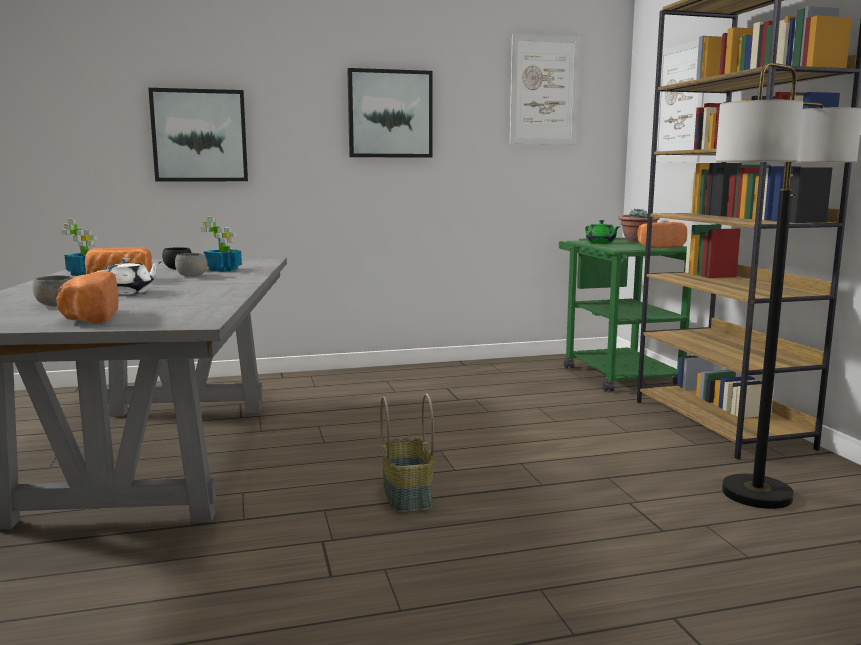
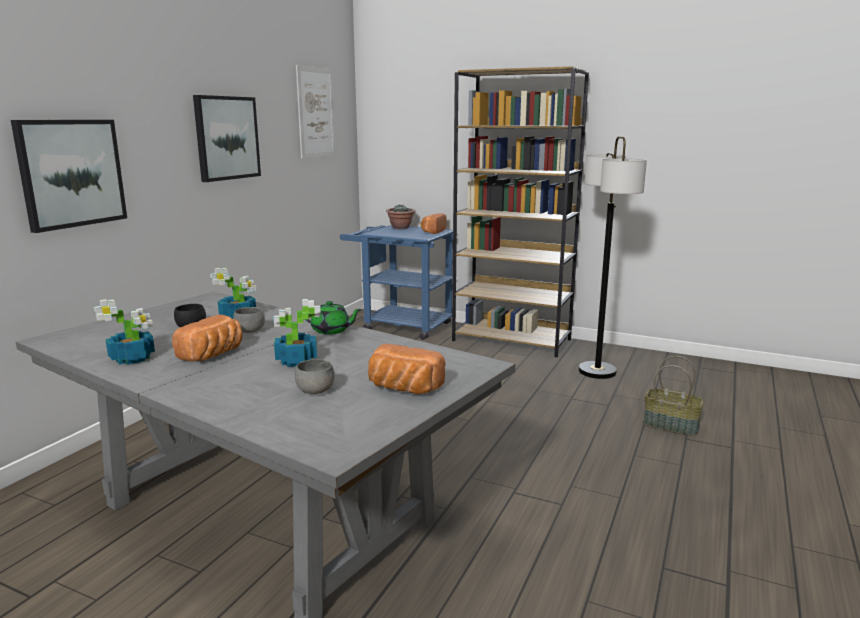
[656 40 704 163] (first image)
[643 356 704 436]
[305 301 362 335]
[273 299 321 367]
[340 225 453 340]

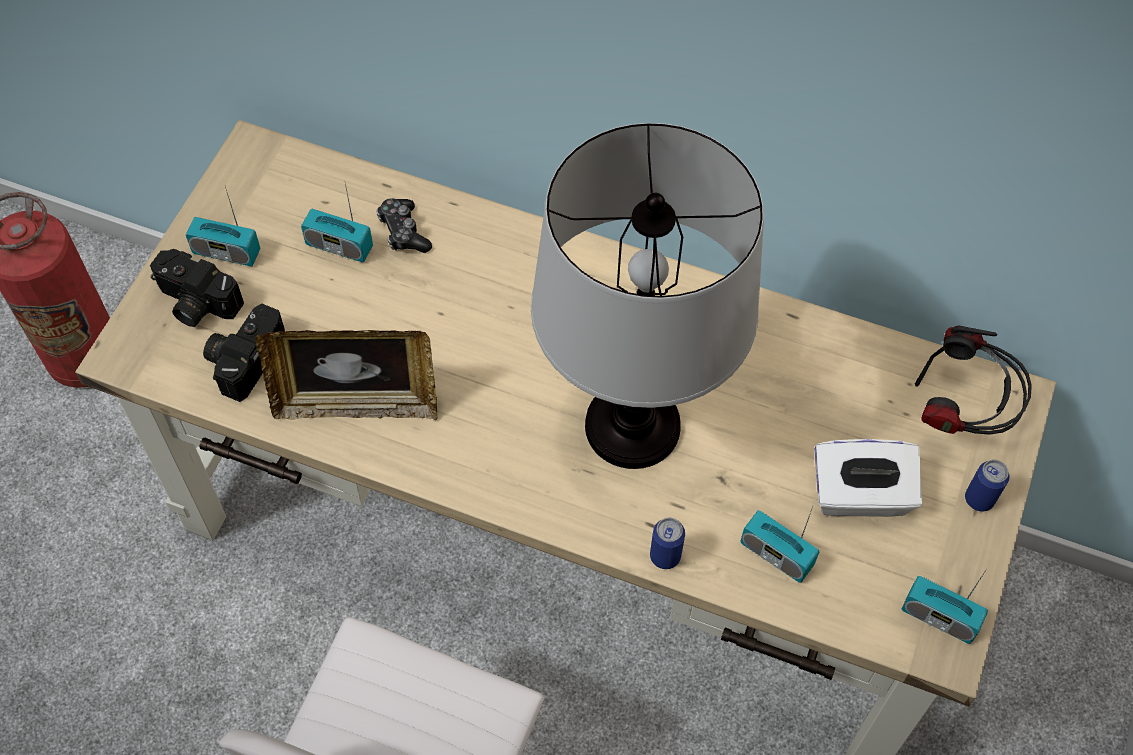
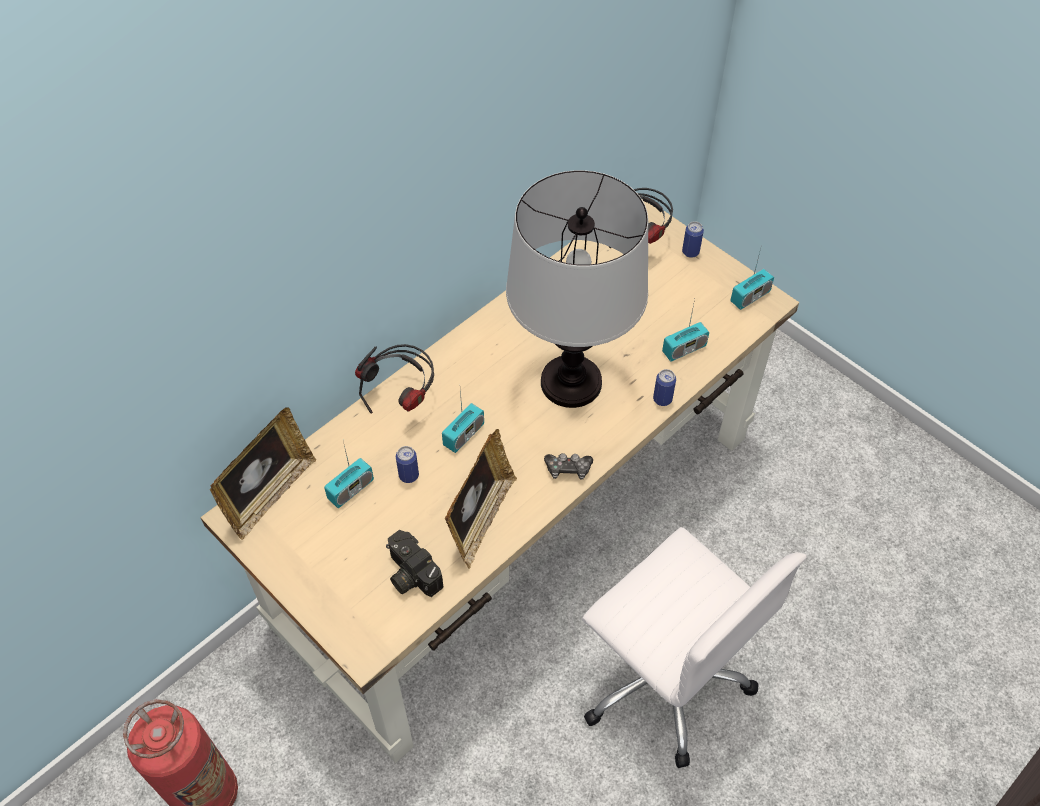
[150 249 244 327] (first image)
[814 439 922 517] (first image)
[210 407 316 540]
[355 344 434 414]
[396 446 419 483]
[442 390 484 453]
[544 453 593 480]

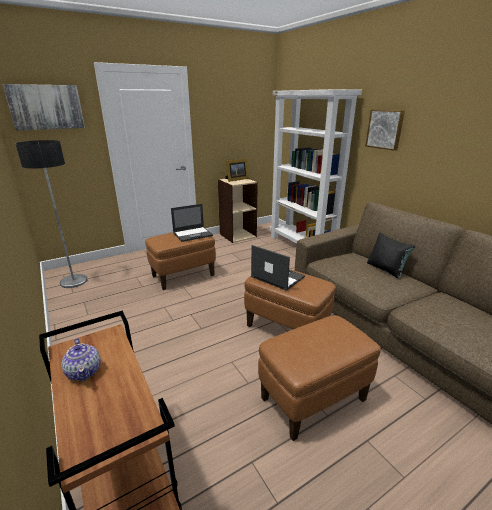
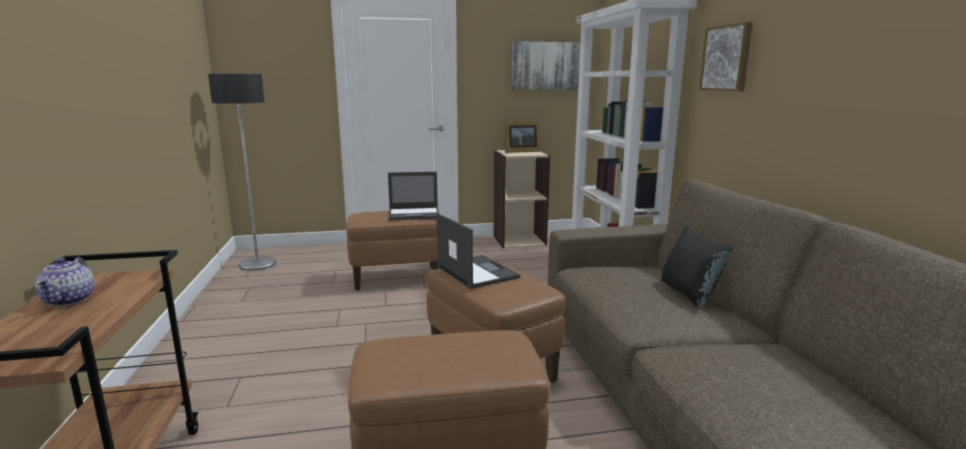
[511 41 580 90]

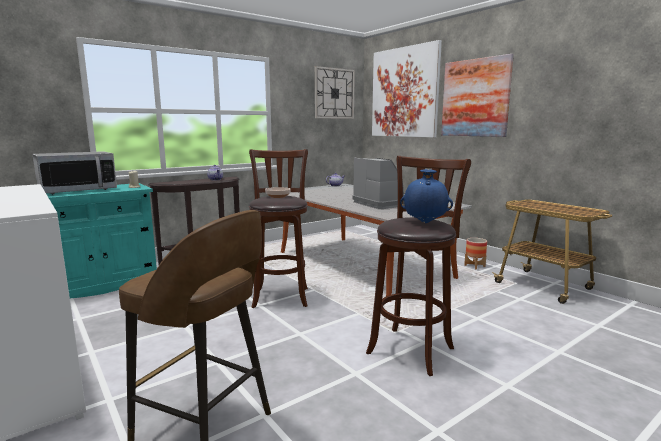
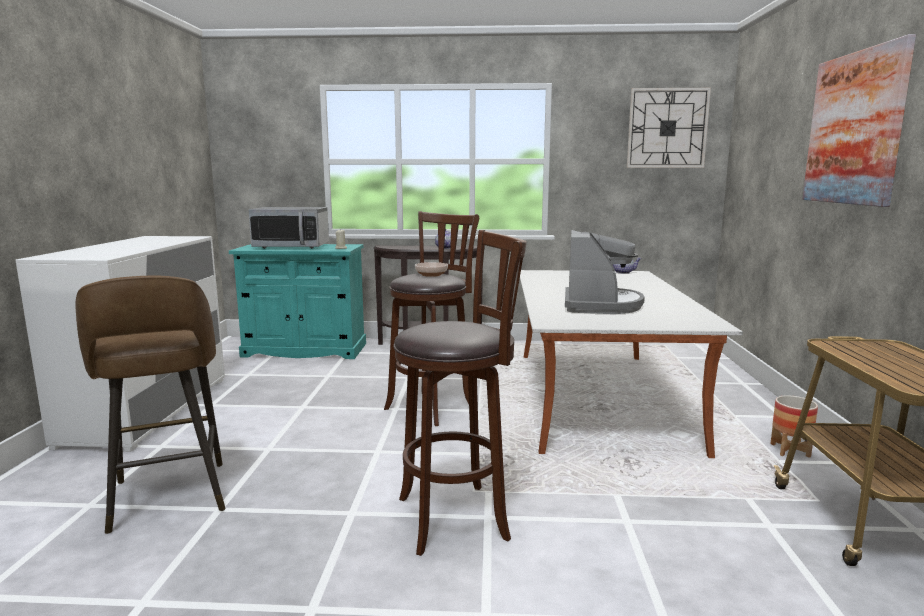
[372 40 442 137] (first image)
[400 169 453 223] (first image)

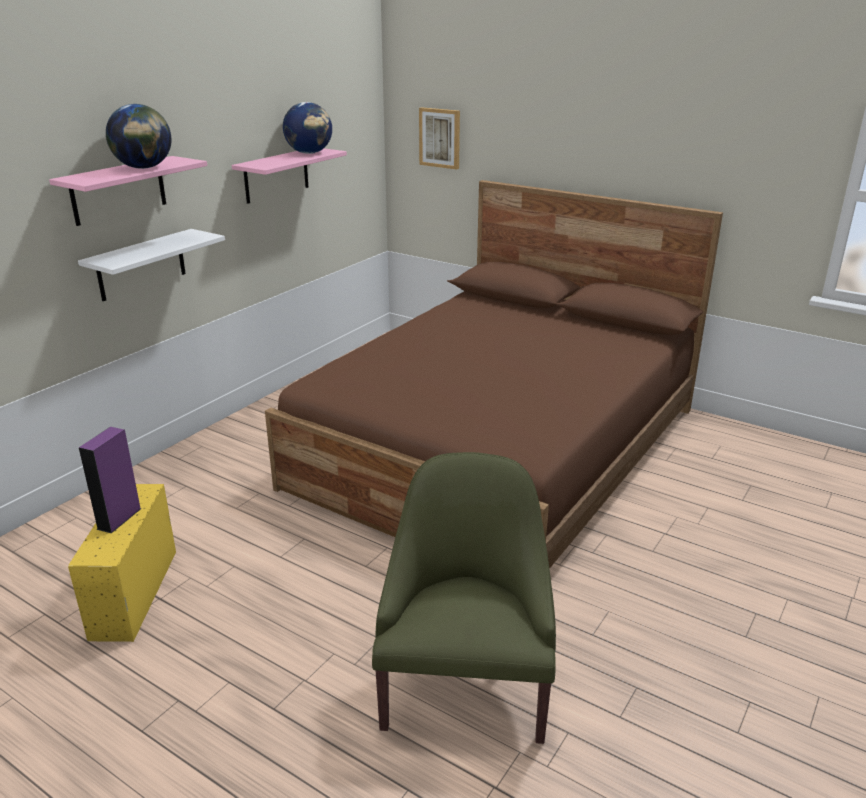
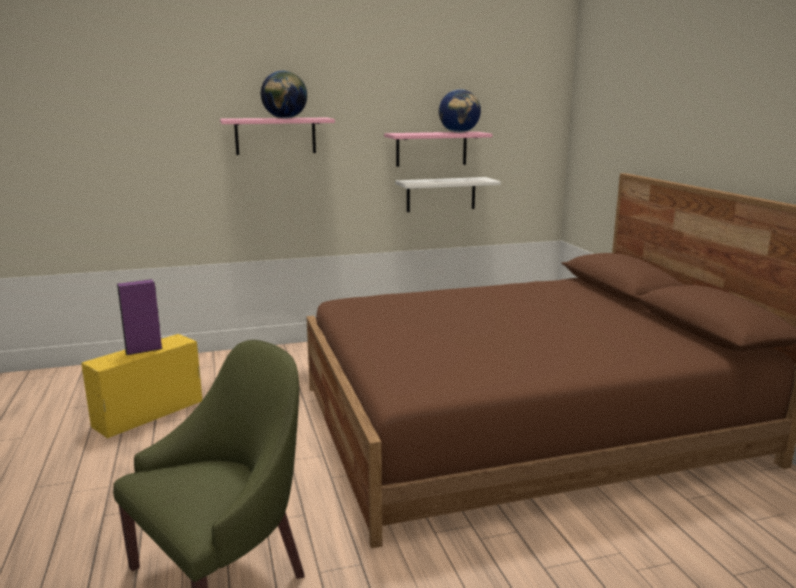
[419 107 460 170] (first image)
[395 177 501 212]

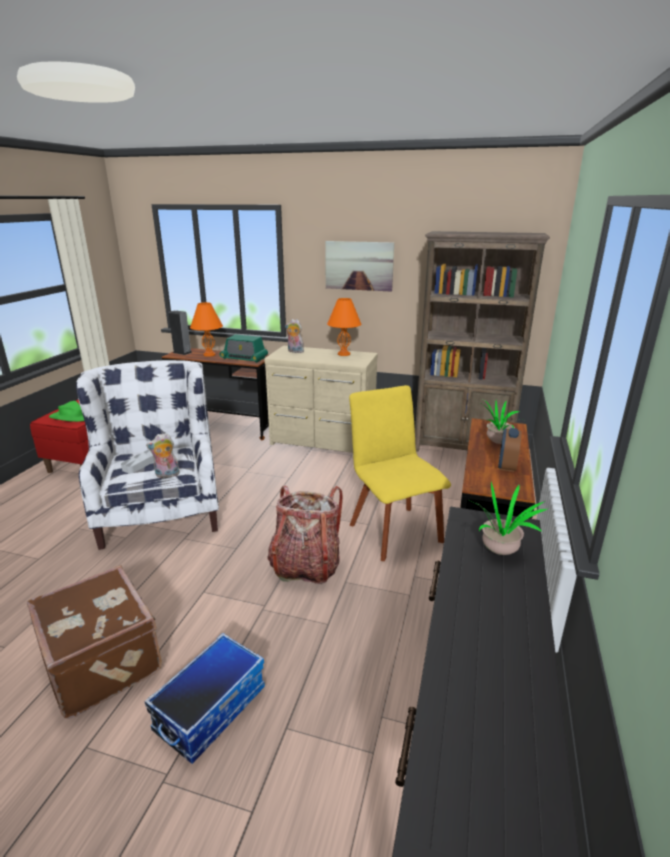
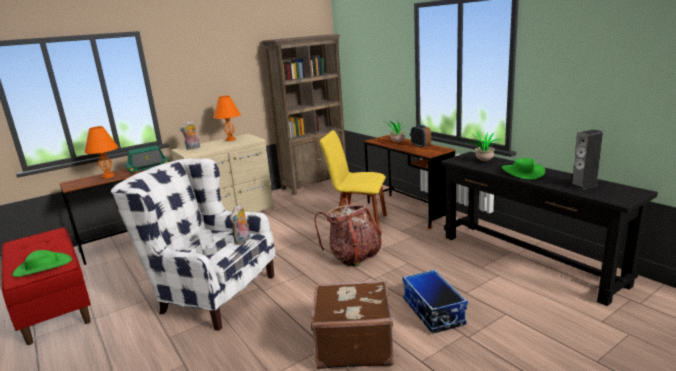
[325 241 394 292] (first image)
[502 158 545 180]
[570 130 603 190]

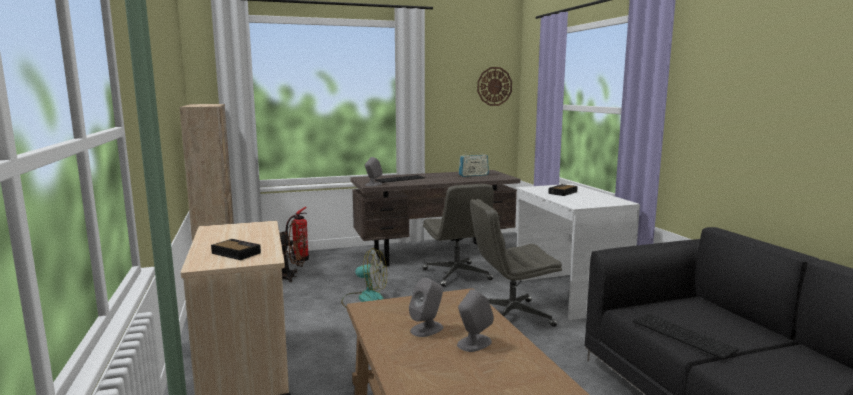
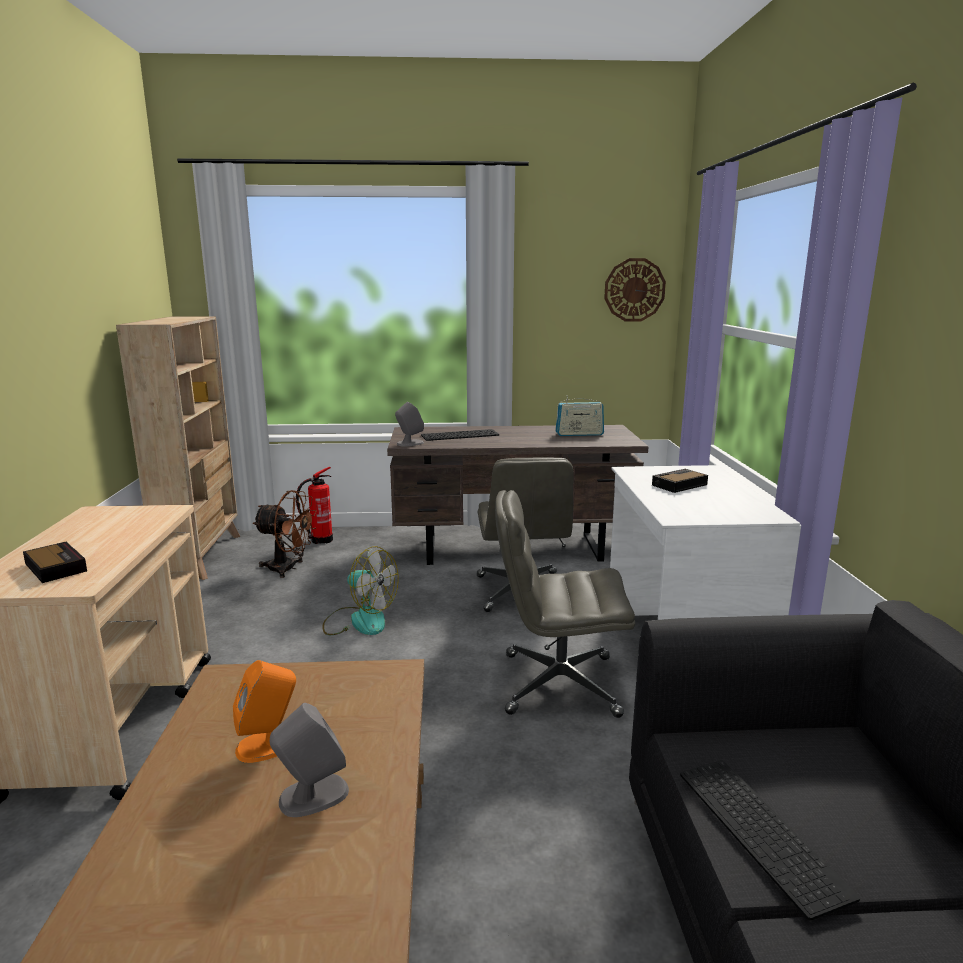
[233 660 296 763]

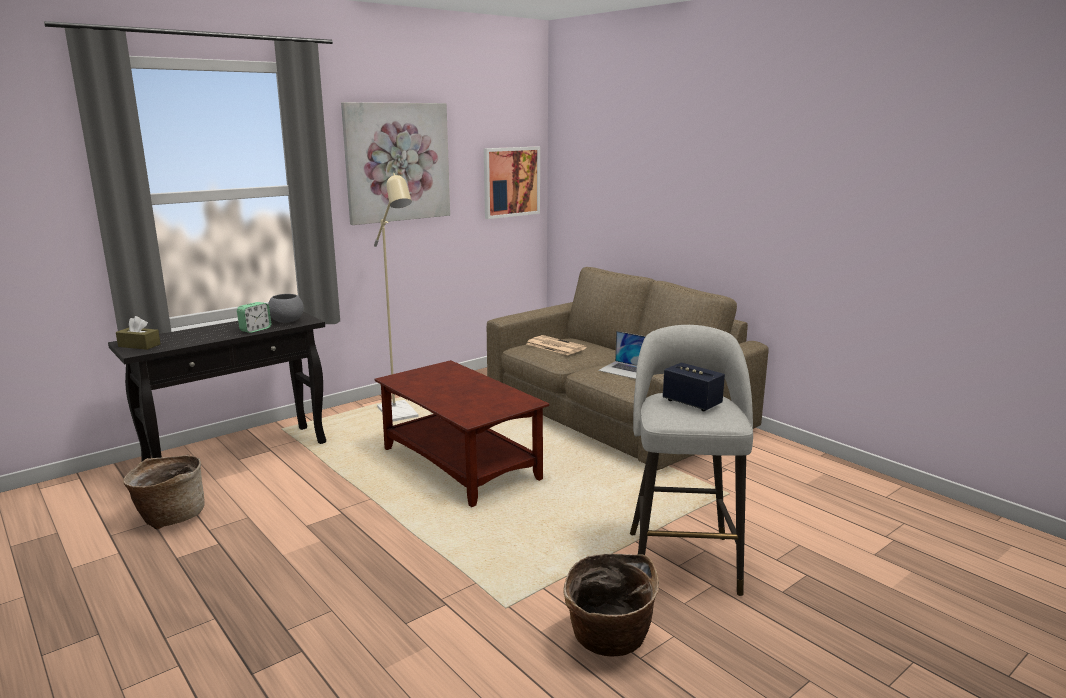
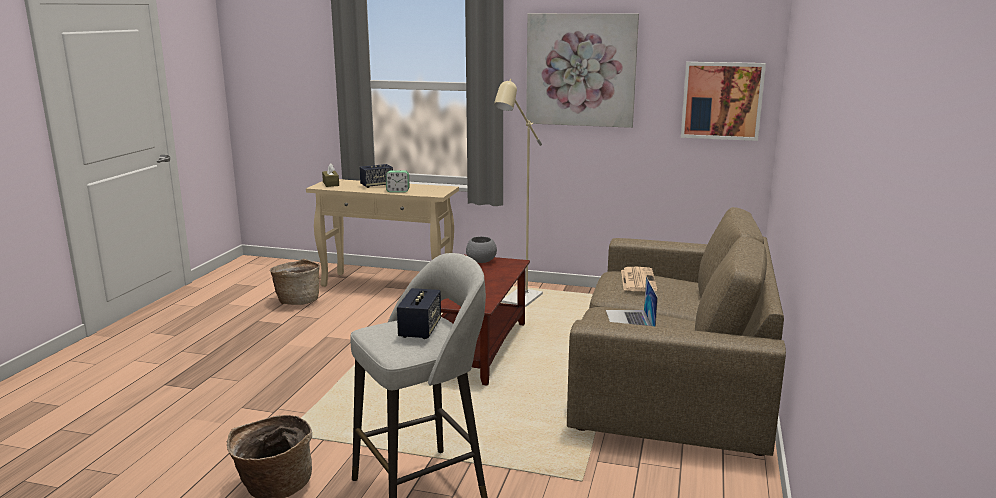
[359 164 393 188]
[466 236 497 263]
[306 179 459 287]

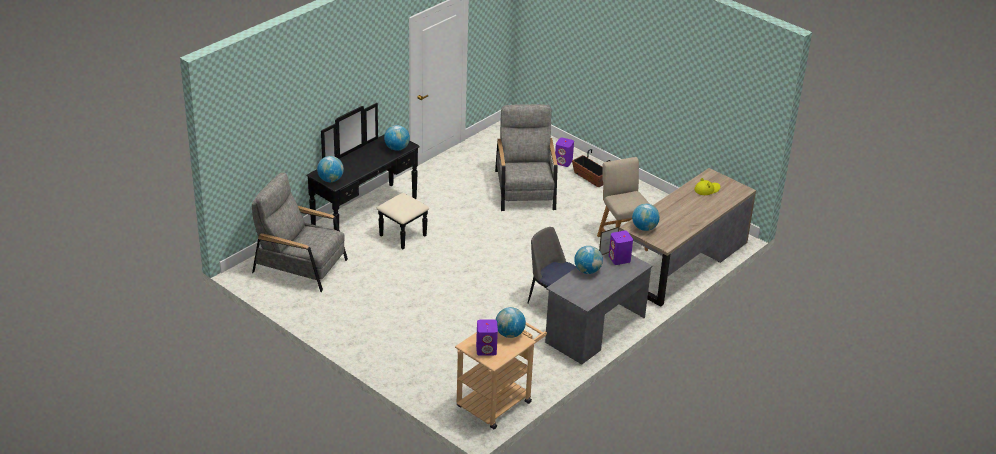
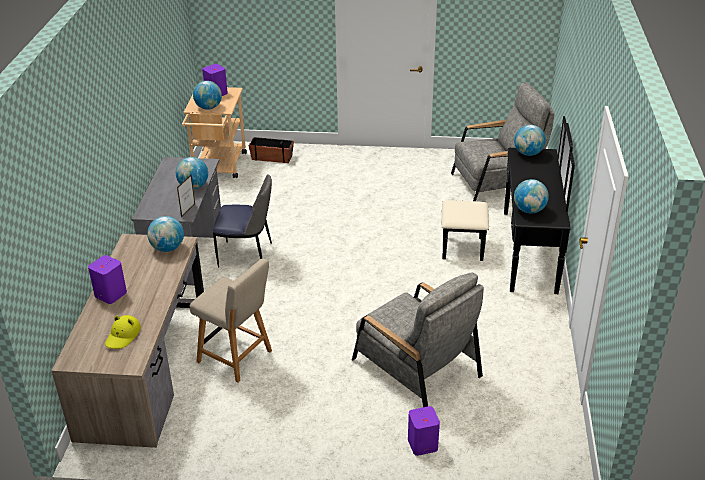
[249 137 294 163]
[88 255 127 304]

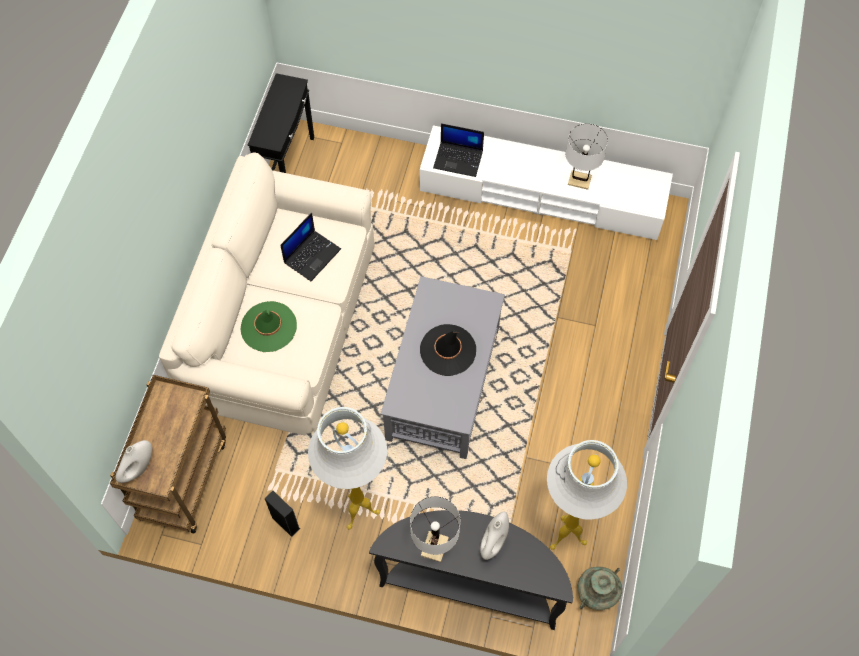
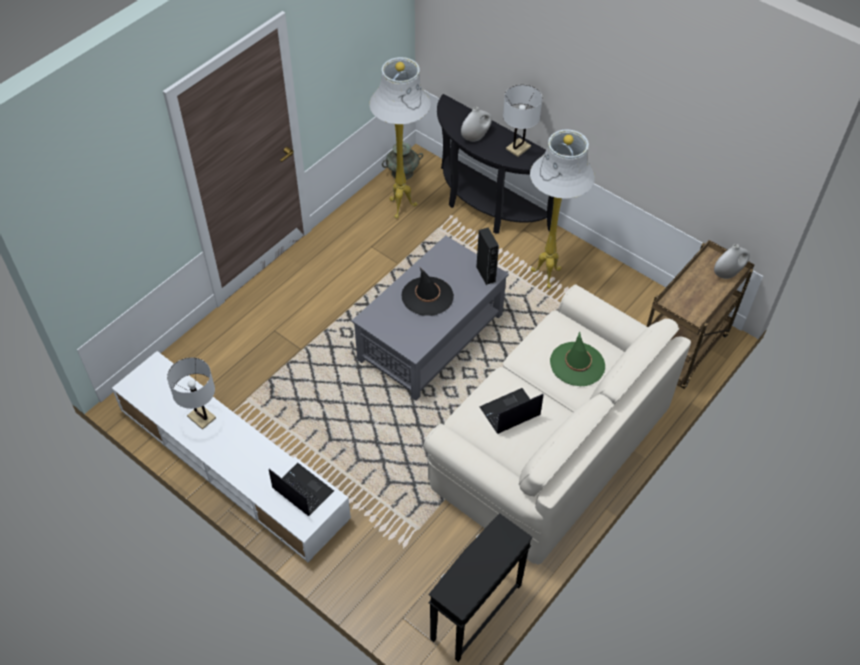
[476 228 499 285]

